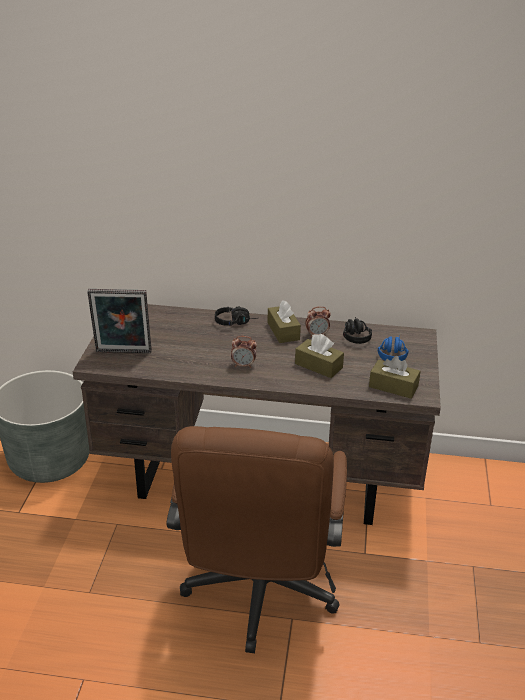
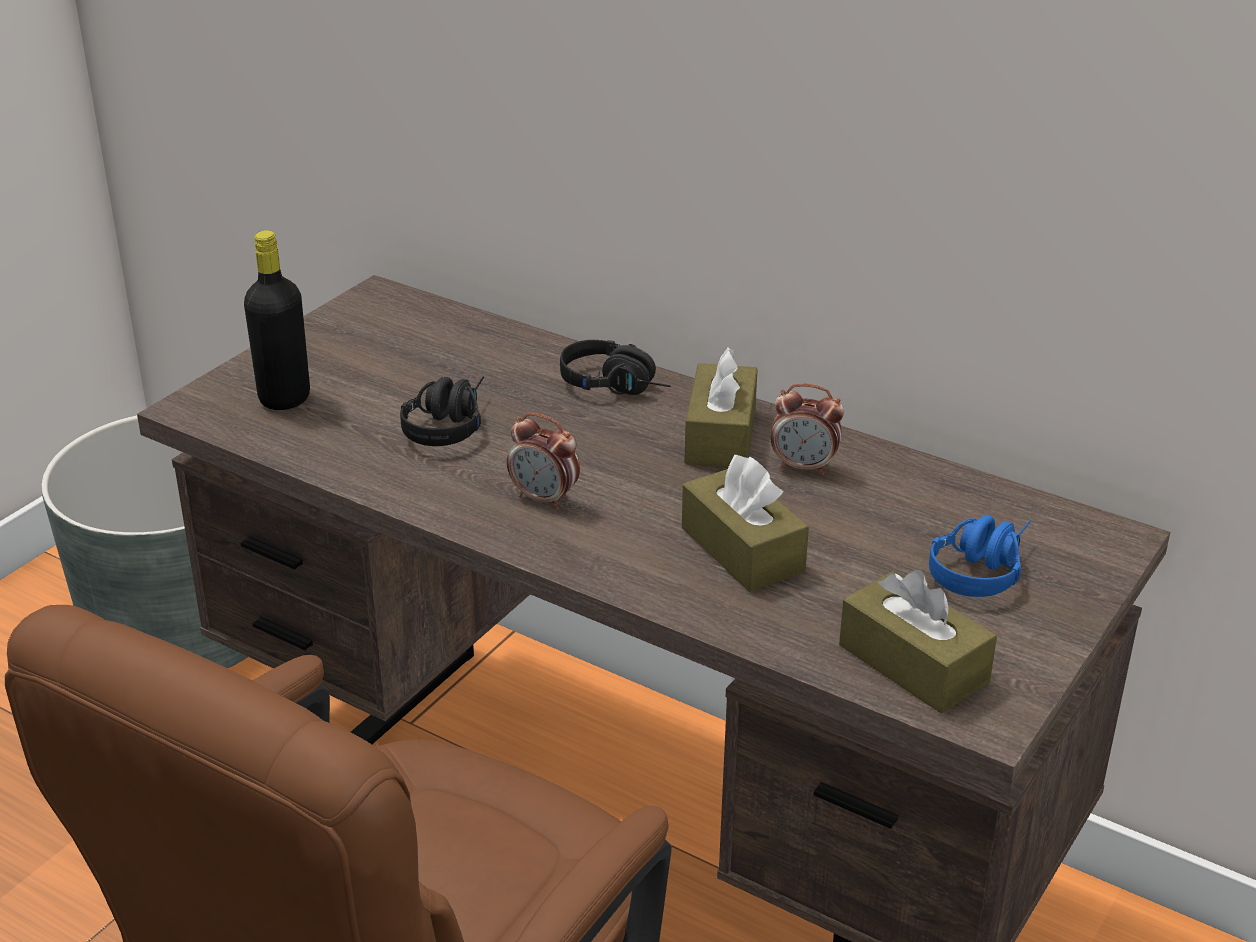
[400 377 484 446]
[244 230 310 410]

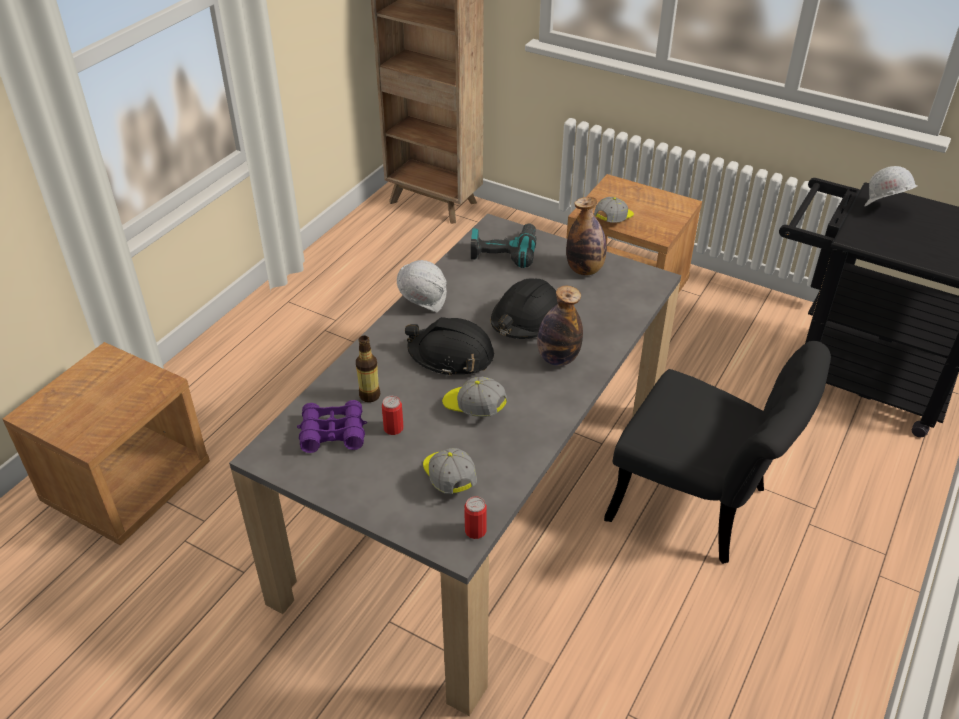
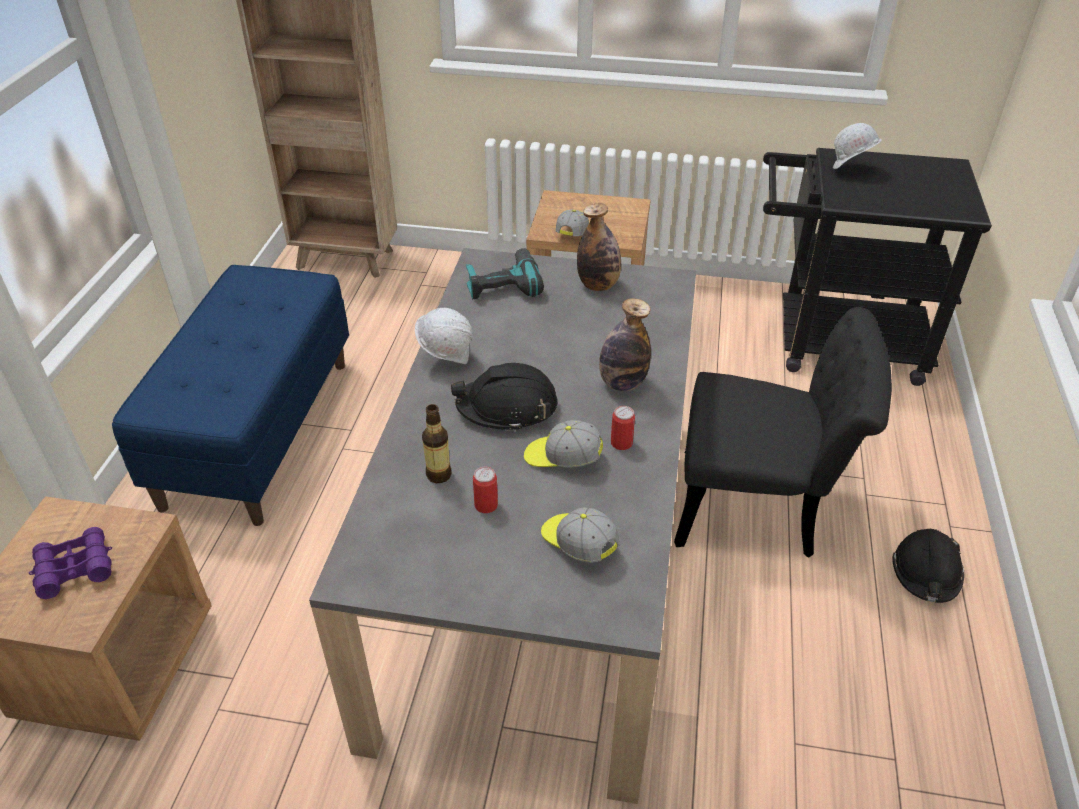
[112 265 349 526]
[29 527 112 599]
[611 406 635 450]
[892 529 964 603]

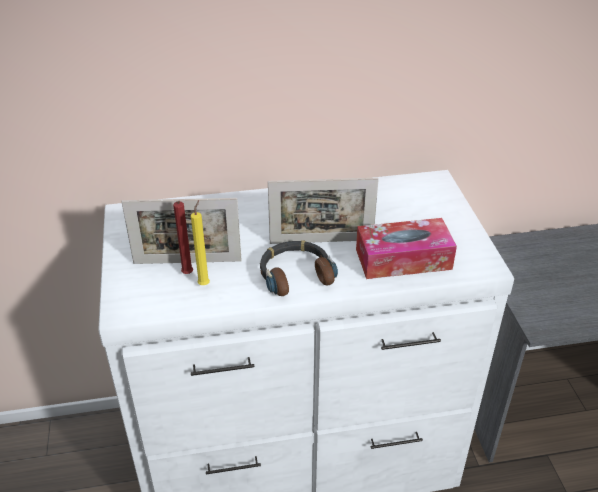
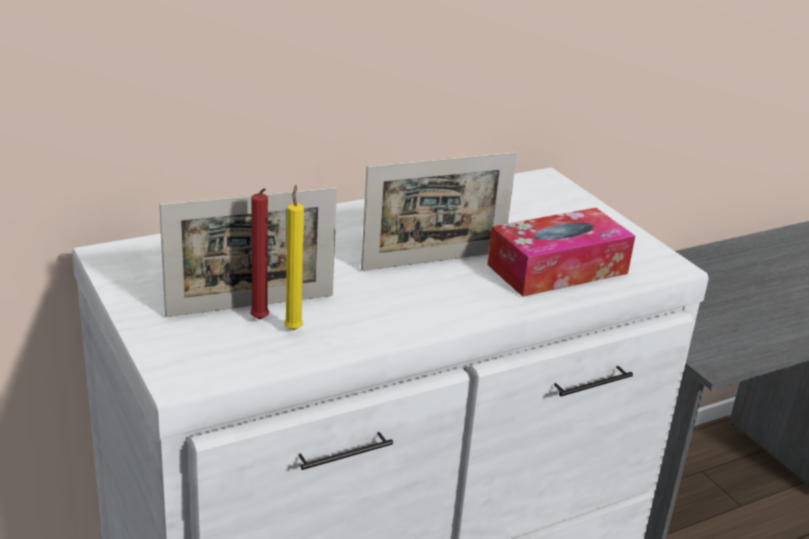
[260 240 338 296] (first image)

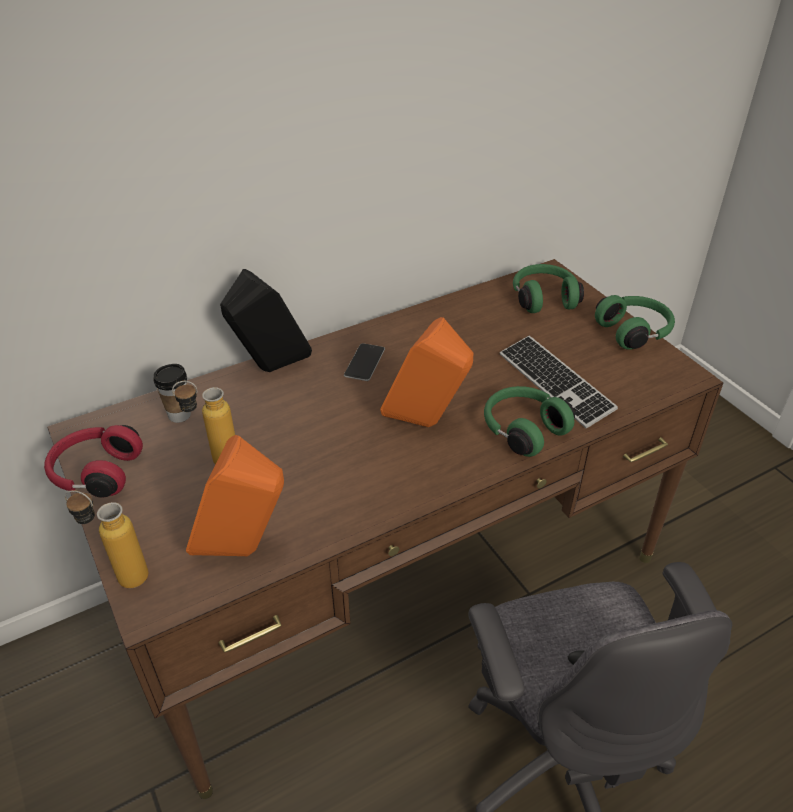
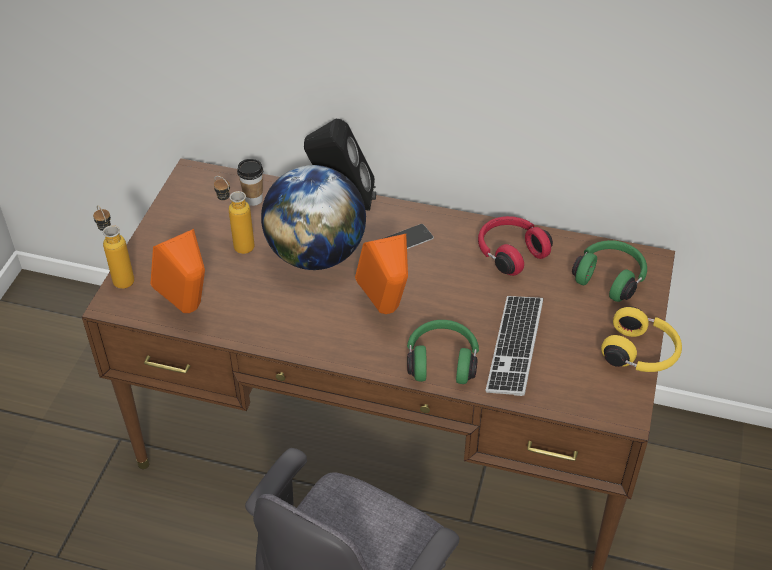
[261 165 366 270]
[478 216 553 276]
[601 306 682 372]

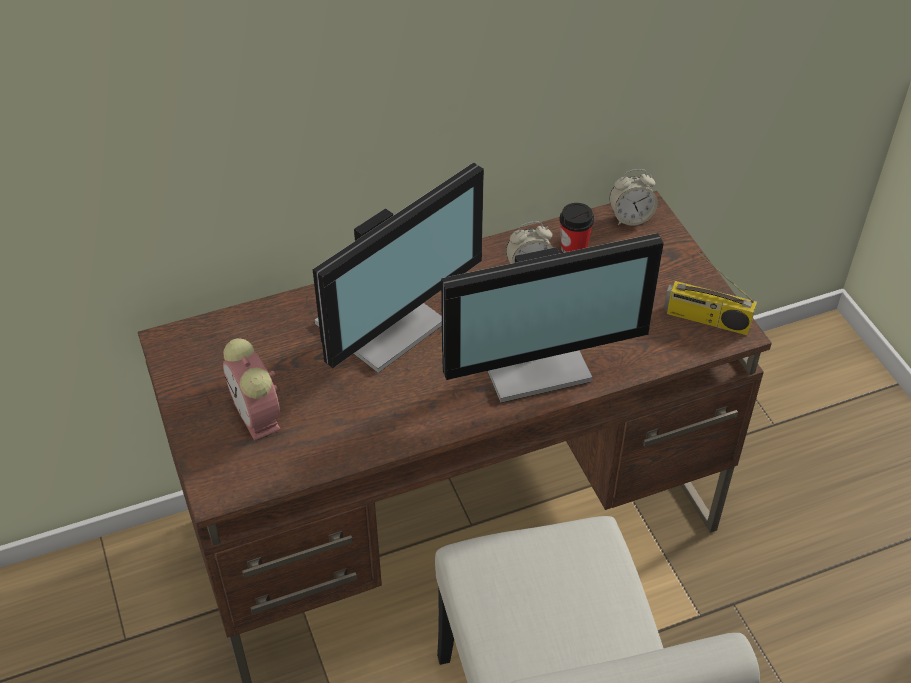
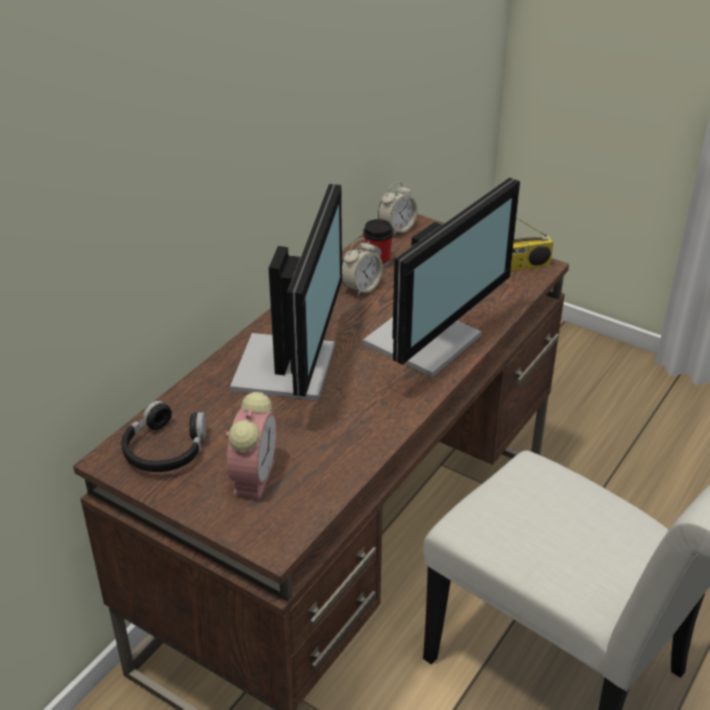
[121 401 206 472]
[226 392 277 499]

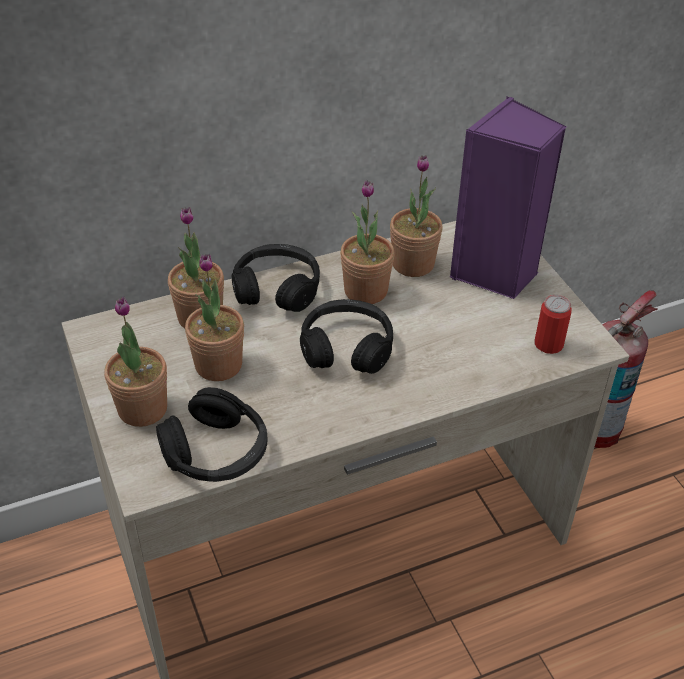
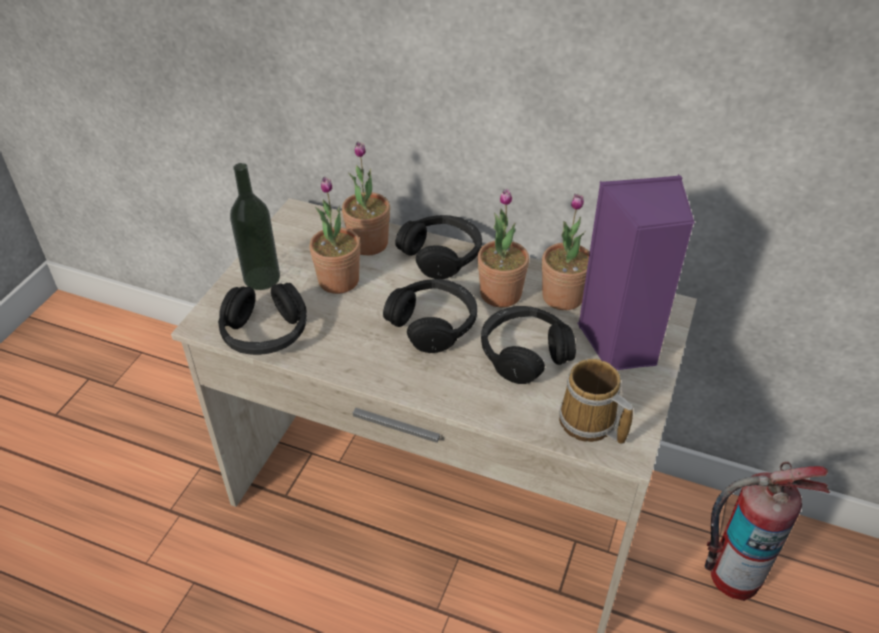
[481 306 576 384]
[230 163 280 290]
[559 359 633 444]

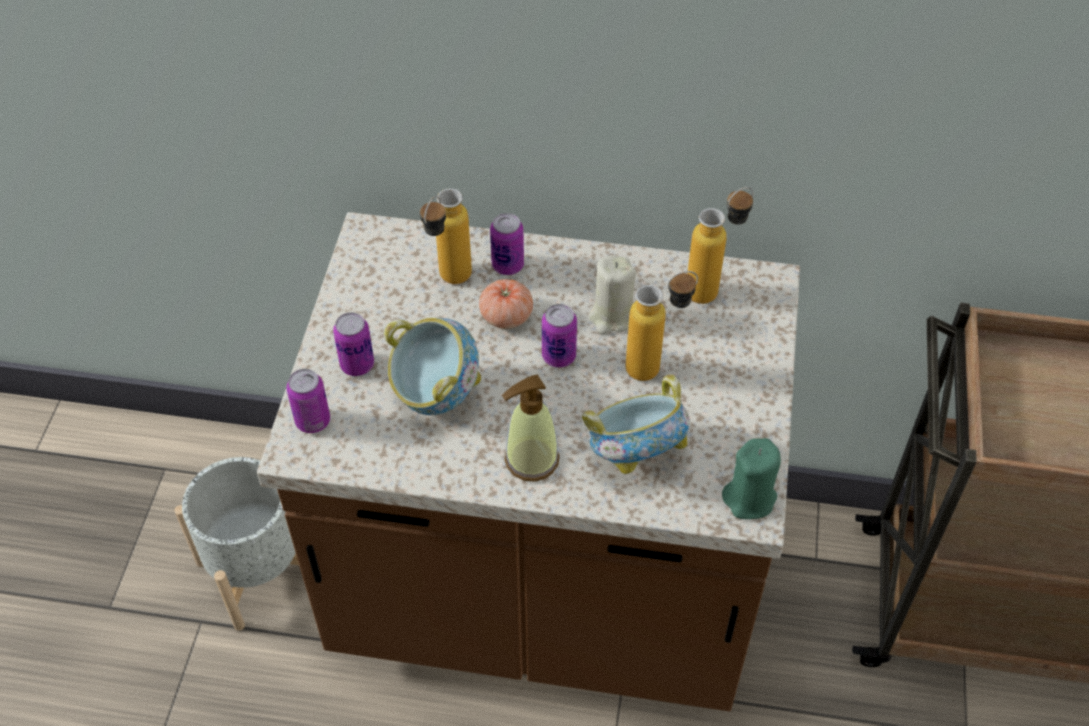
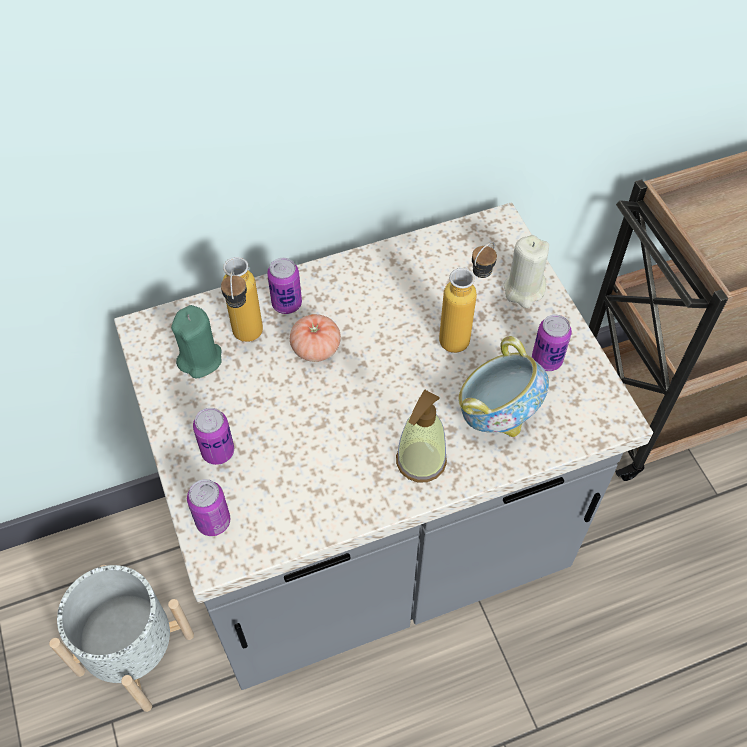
[384 318 481 415] (first image)
[687 187 754 304] (first image)
[532 315 572 371]
[503 235 549 308]
[171 305 222 379]
[114 203 653 690]

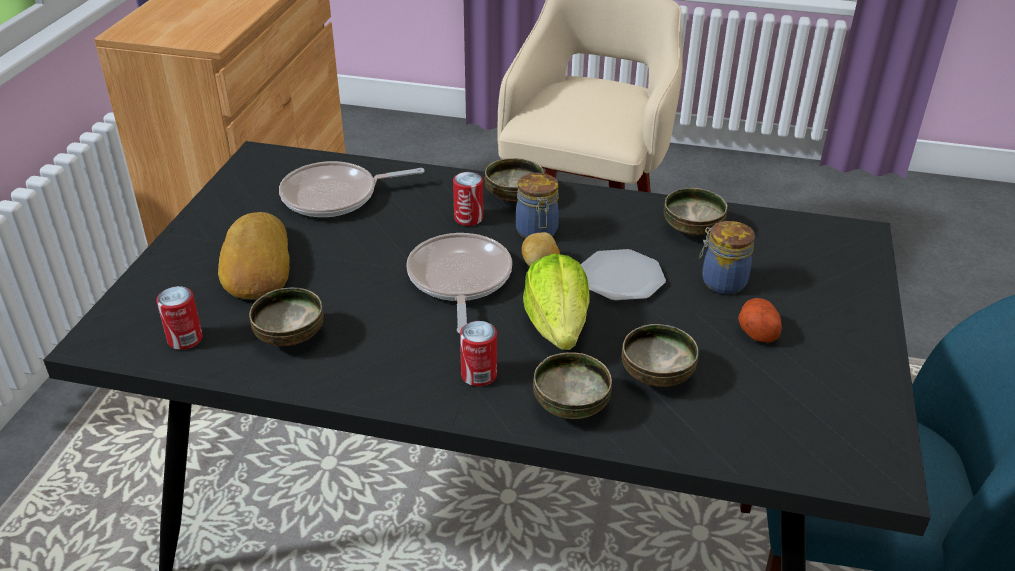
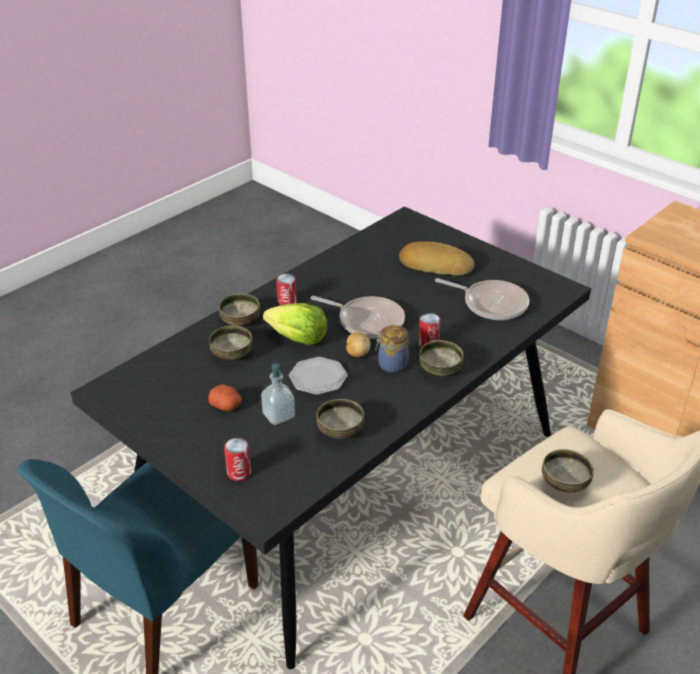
[224 438 251 481]
[542 449 594 492]
[261 363 295 425]
[435 278 529 320]

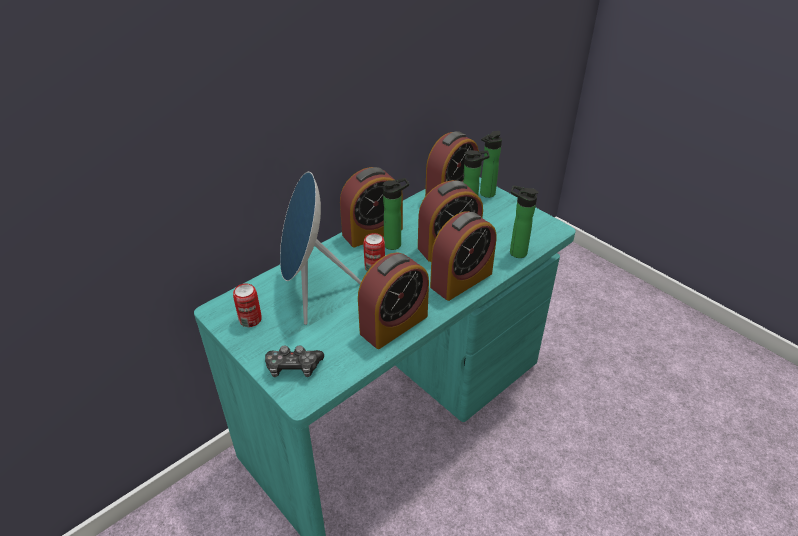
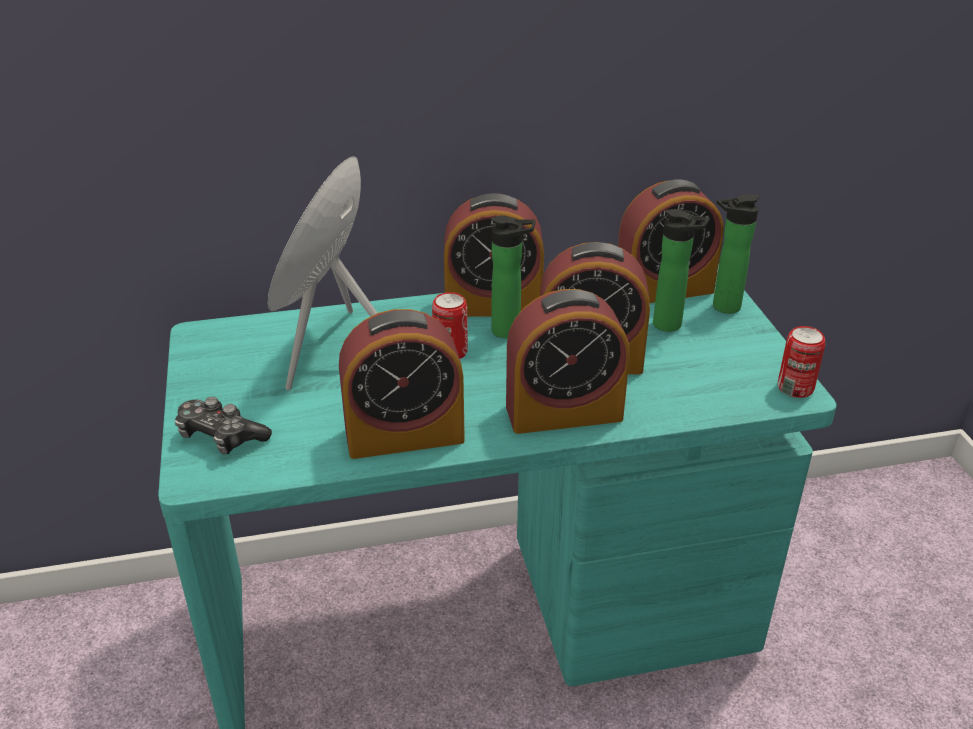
[510 185 539 258] (first image)
[778 326 825 398]

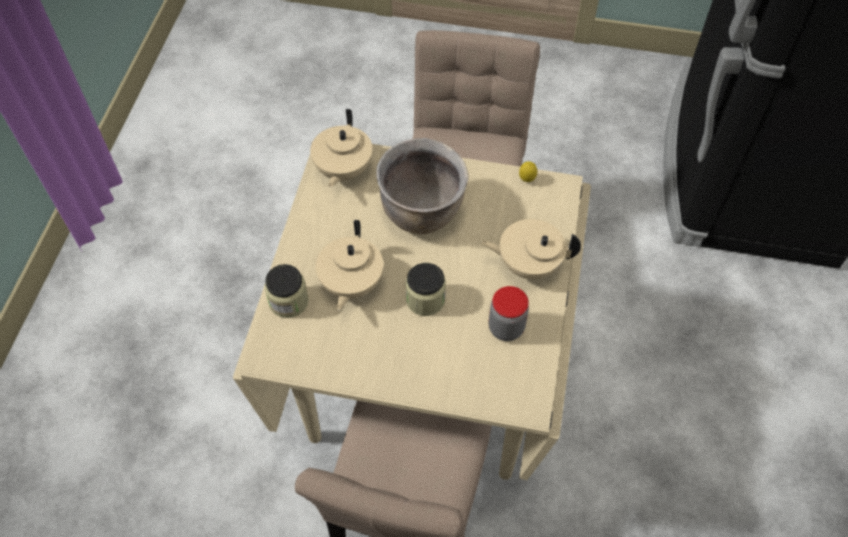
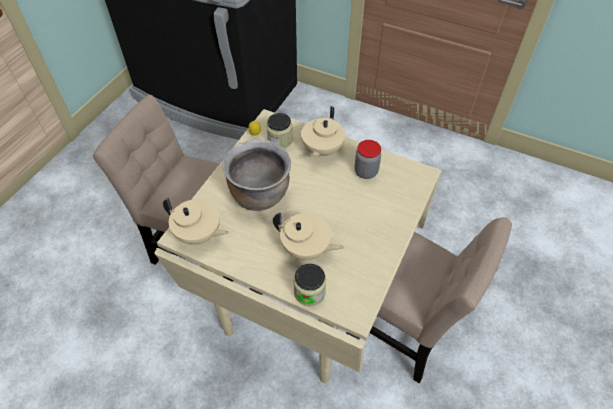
[267 113 293 148]

